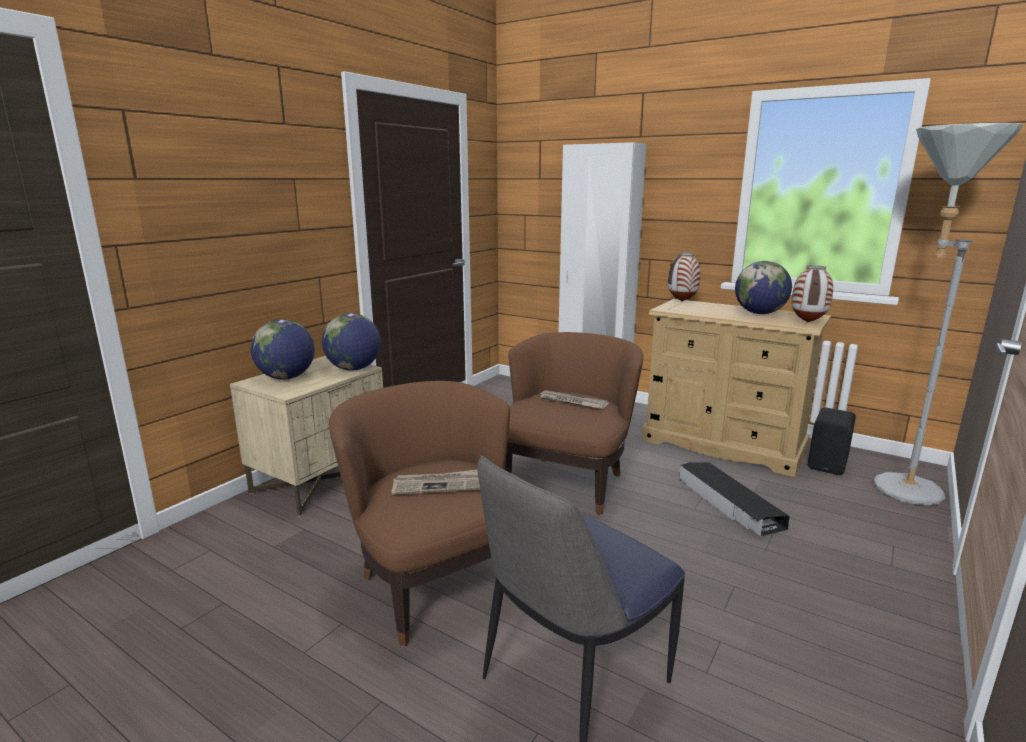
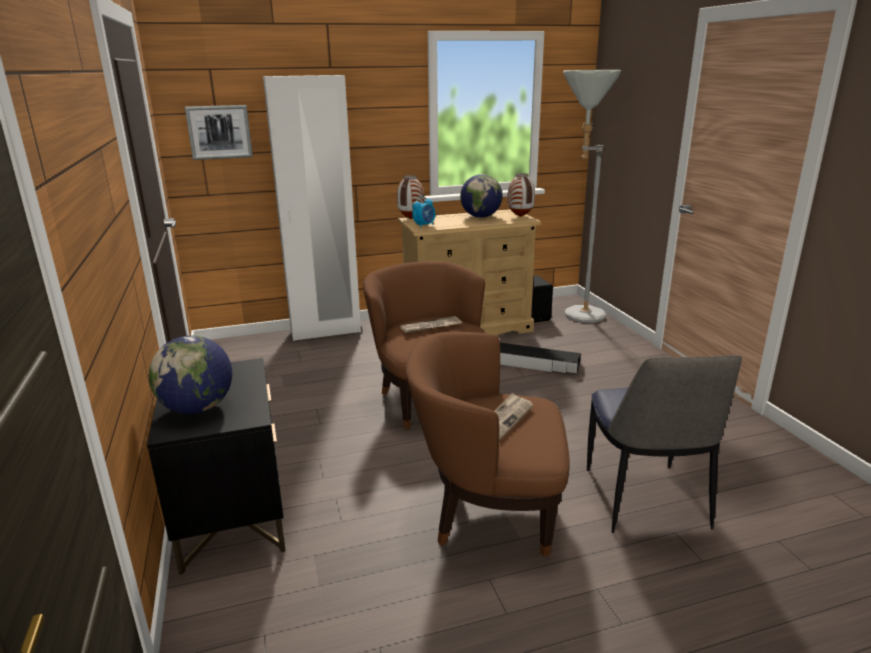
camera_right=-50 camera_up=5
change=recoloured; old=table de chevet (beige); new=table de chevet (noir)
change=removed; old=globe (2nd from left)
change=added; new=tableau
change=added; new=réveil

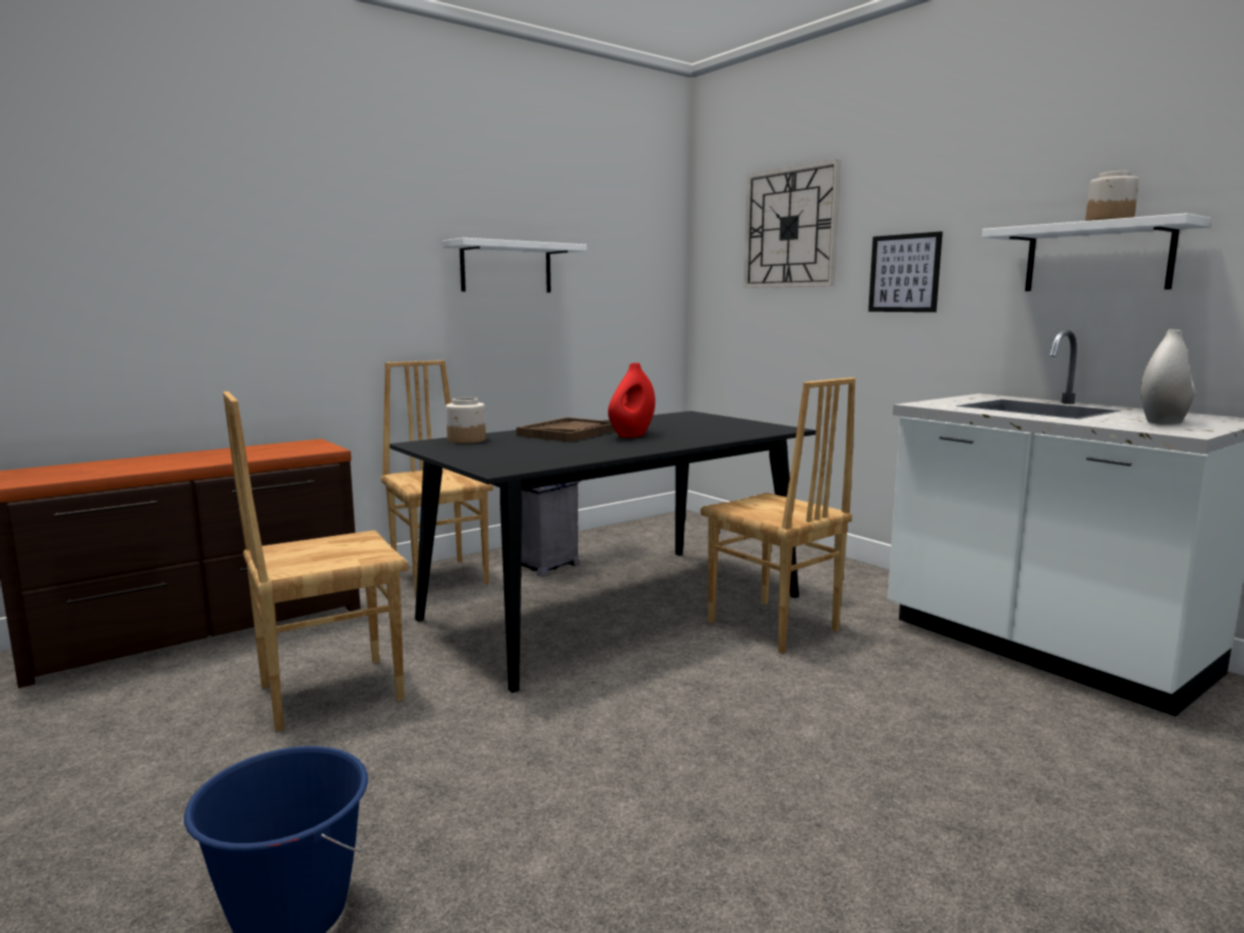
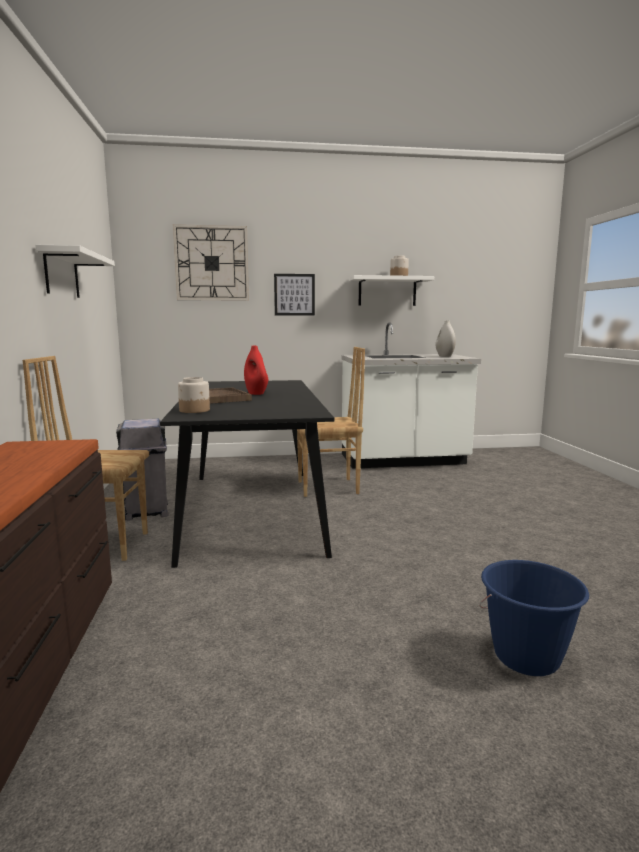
camera_right=-60 camera_up=0
change=removed; old=chaise (marron) (1st from left)

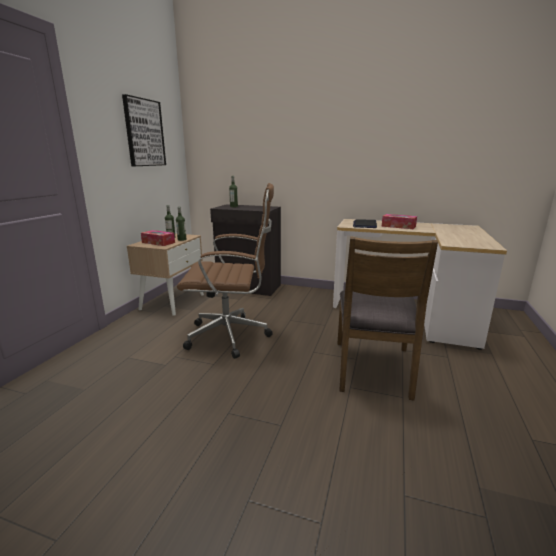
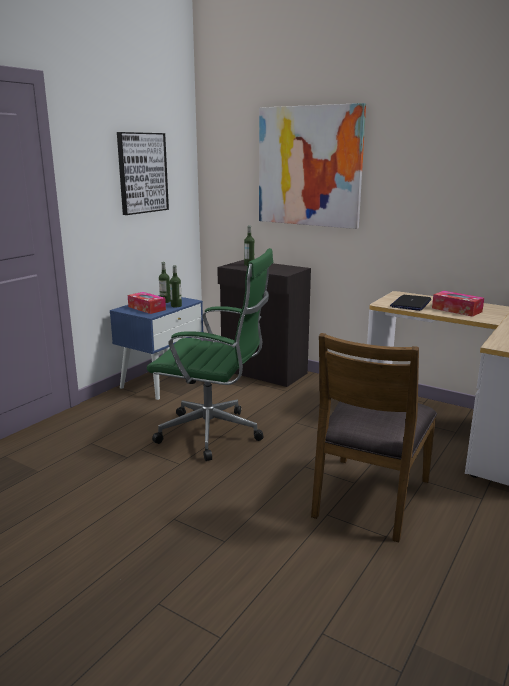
camera_right=15 camera_up=0
change=recoloured; old=table de chevet (beige); new=table de chevet (bleu)
change=recoloured; old=chaise de bureau (marron); new=chaise de bureau (vert)
change=added; new=tableau (2nd from left)

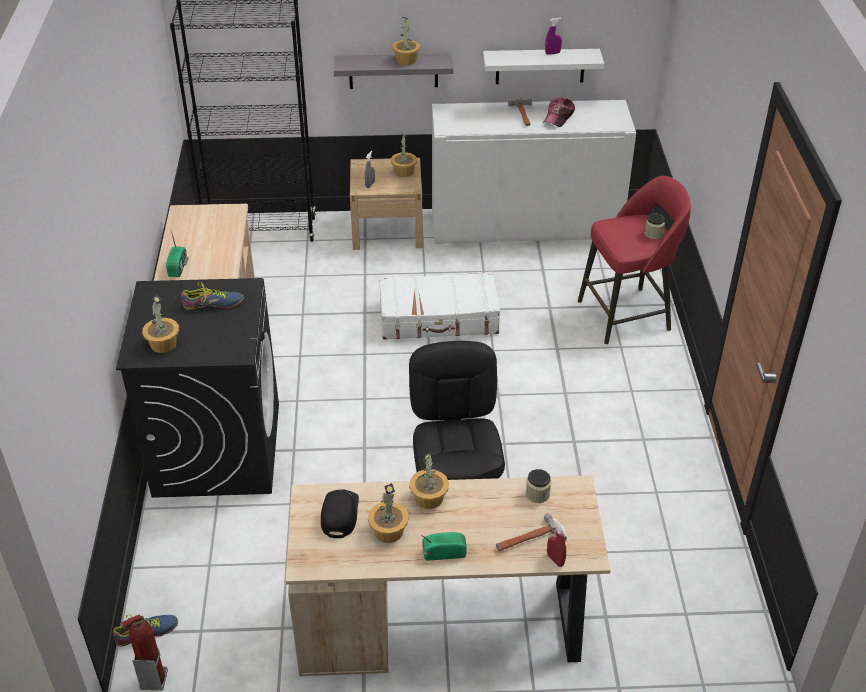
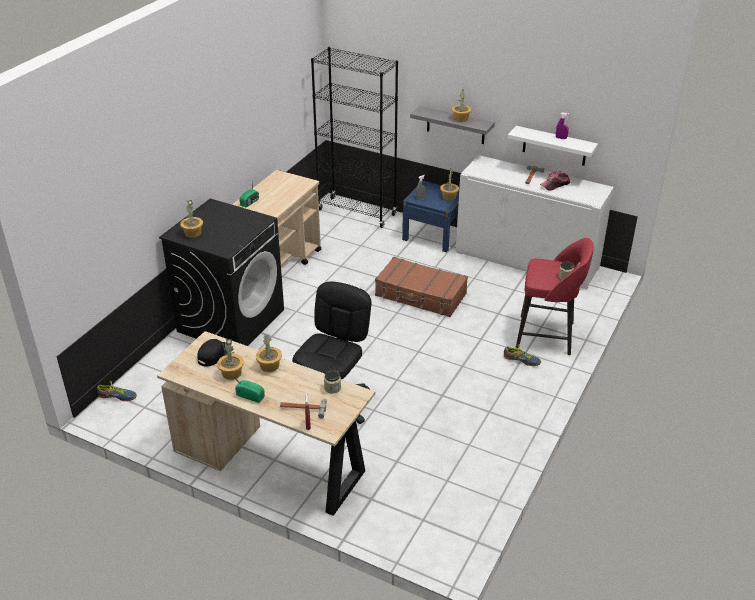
camera_right=30 camera_up=-5
change=removed; old=extincteur
change=moved; old=chaussure (2nd from left)
change=recoloured; old=table de chevet (beige); new=table de chevet (bleu)
change=recoloured; old=valise (blanc); new=valise (marron)

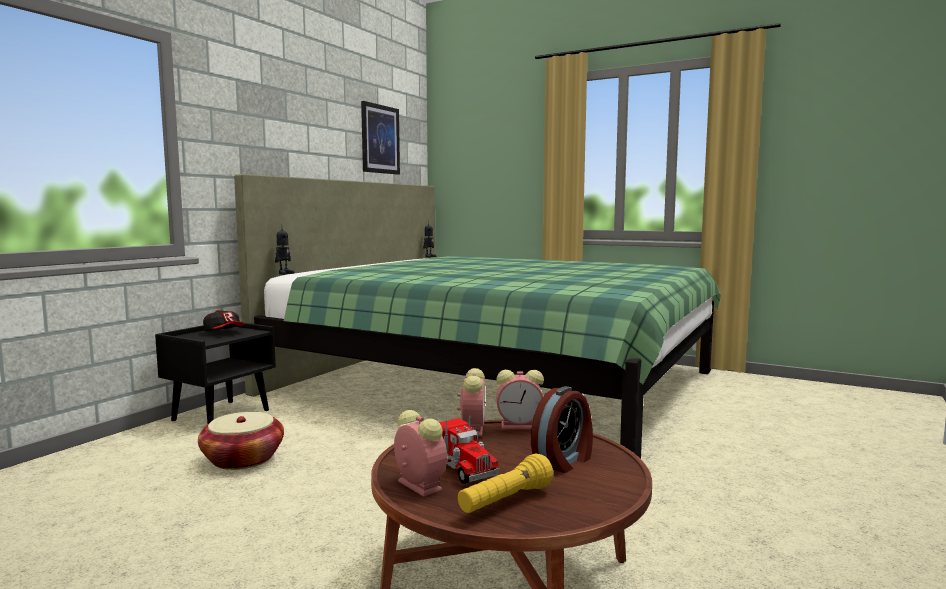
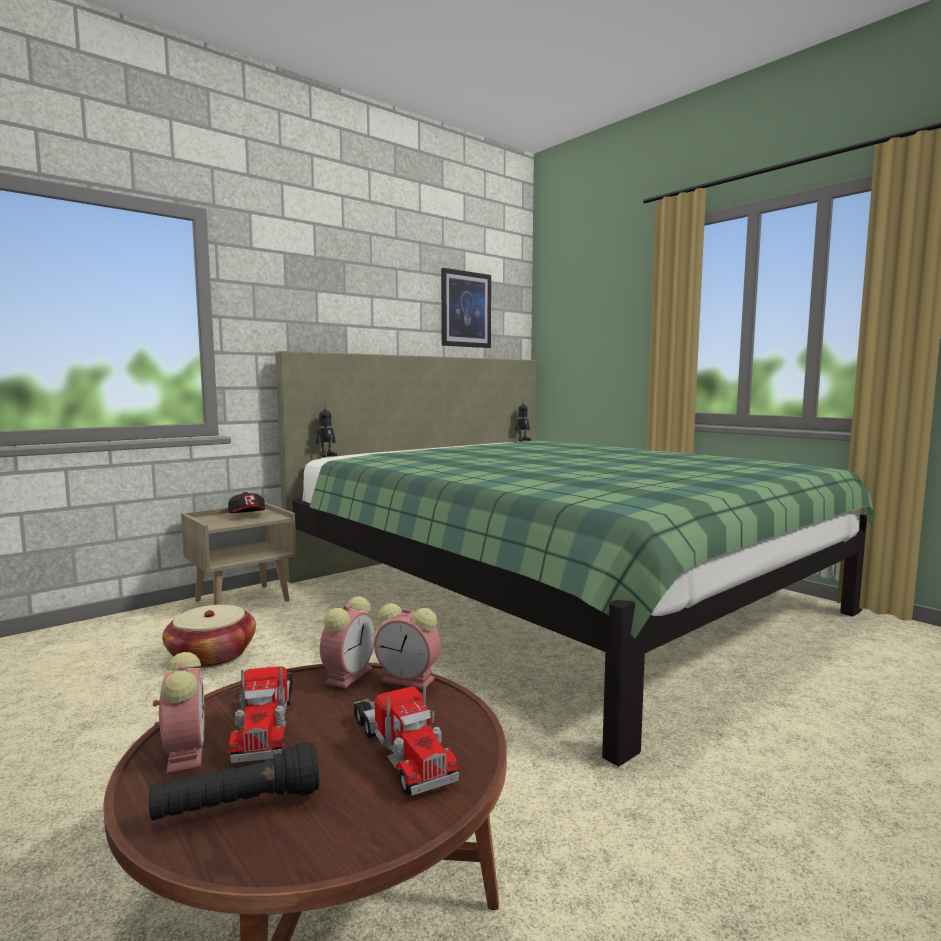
camera_right=20 camera_up=0
change=recoloured; old=table de chevet (noir); new=table de chevet (beige)
change=recoloured; old=lampe de poche (jaune); new=lampe de poche (noir)
change=replaced; old=réveil (4th from left); new=camion jouet (2nd from left)

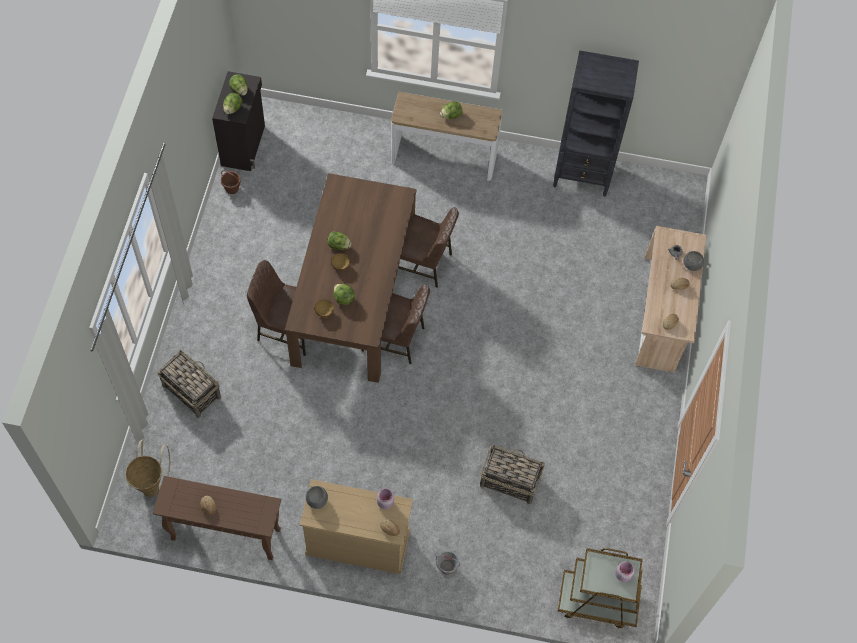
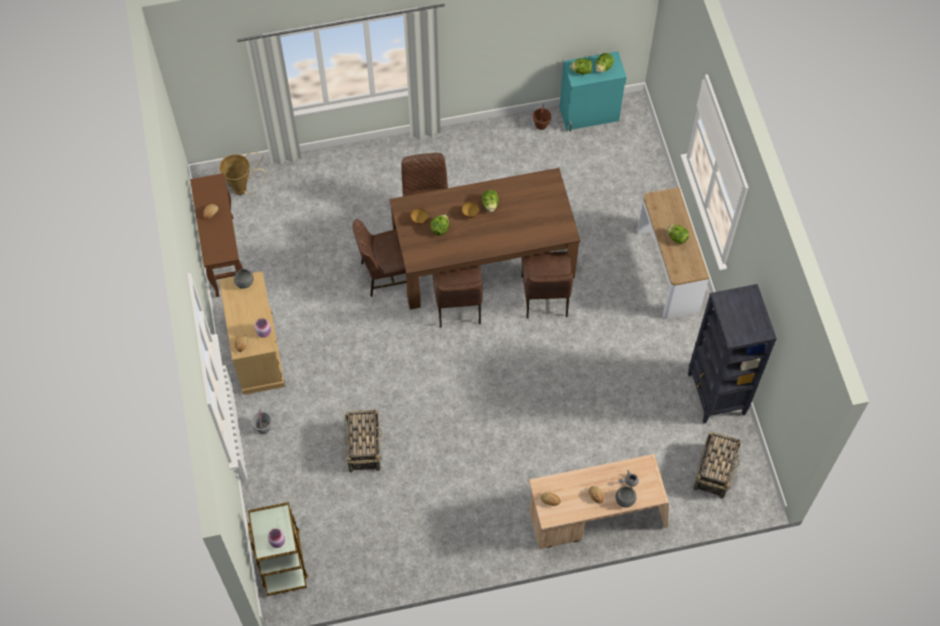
camera_right=70 camera_up=0
change=moved; old=panier (2nd from left in the first image); new=panier (3rd from left)
change=recoloured; old=meuble de rangement (noir); new=meuble de rangement (turquoise)
change=added; new=chaise (marron) (1st from left)

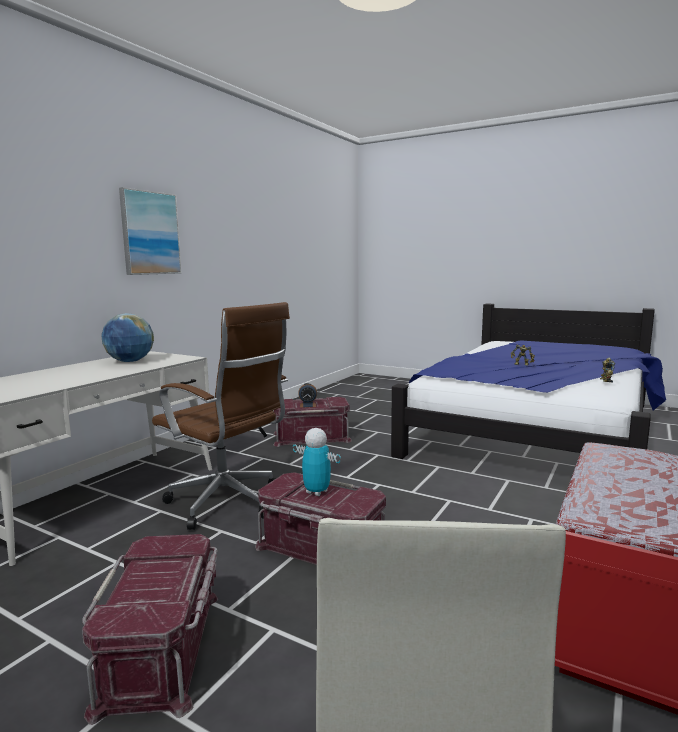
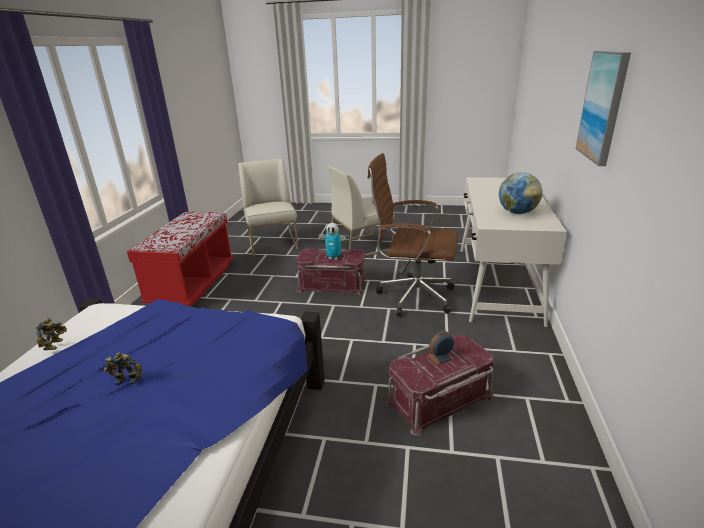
camera_right=160 camera_up=15
change=replaced; old=boîte de rangement (rouge) (1st from left); new=chaise (blanc) (2nd from left)

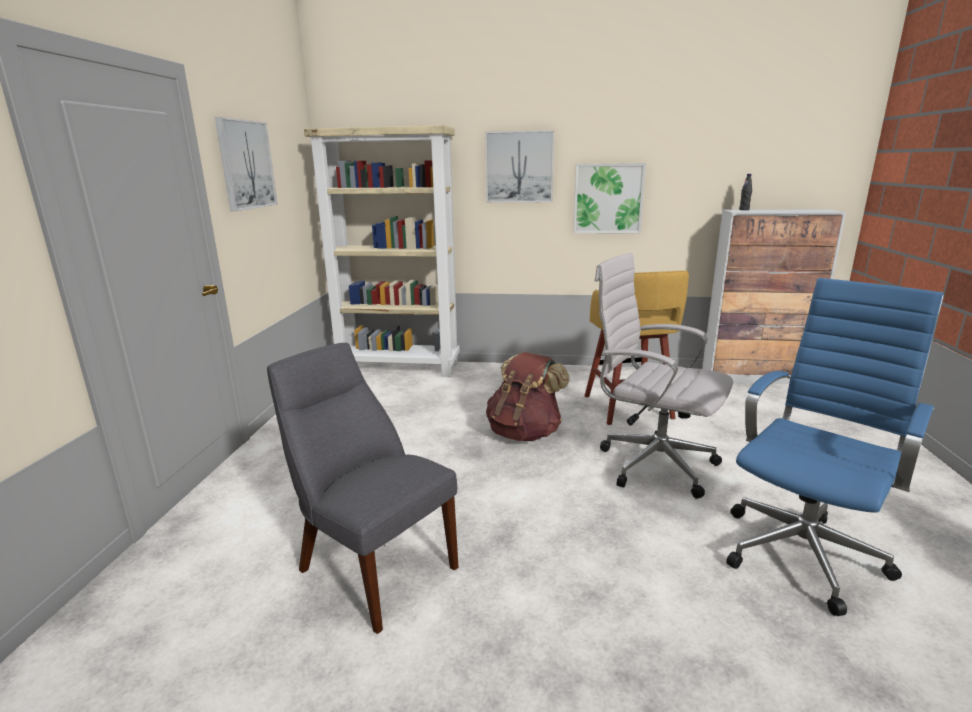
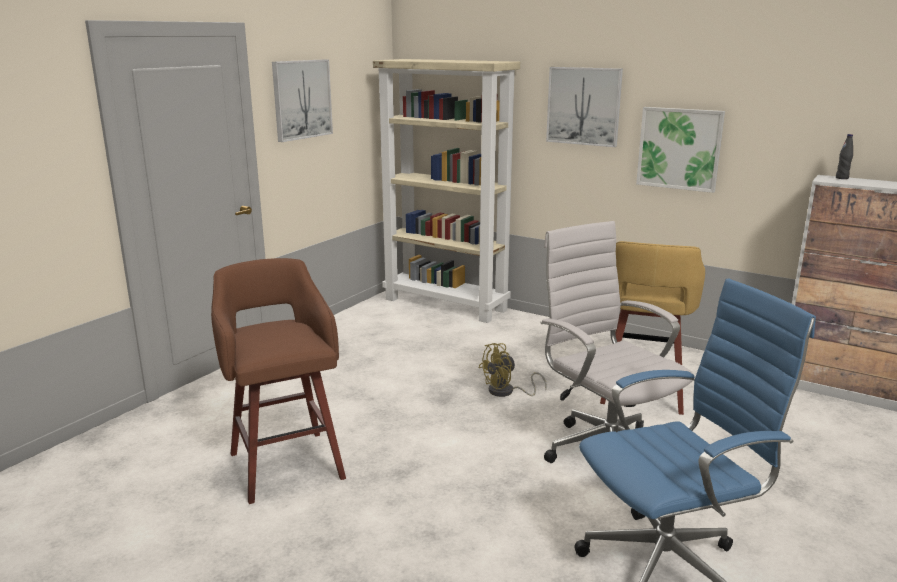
camera_right=25 camera_up=0
change=replaced; old=chaise (gris); new=tabouret (marron)
change=replaced; old=sac à dos (marron); new=ventilateur (jaune)

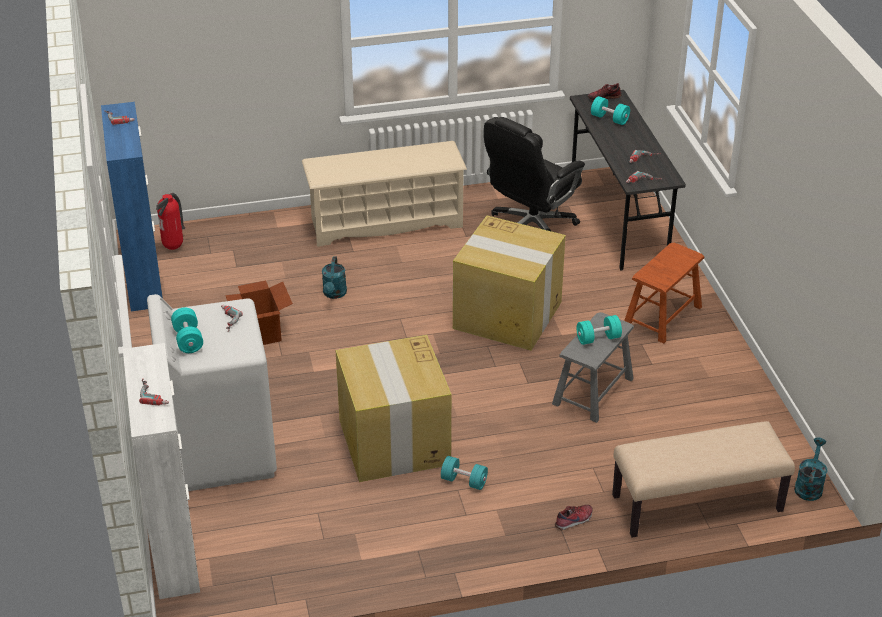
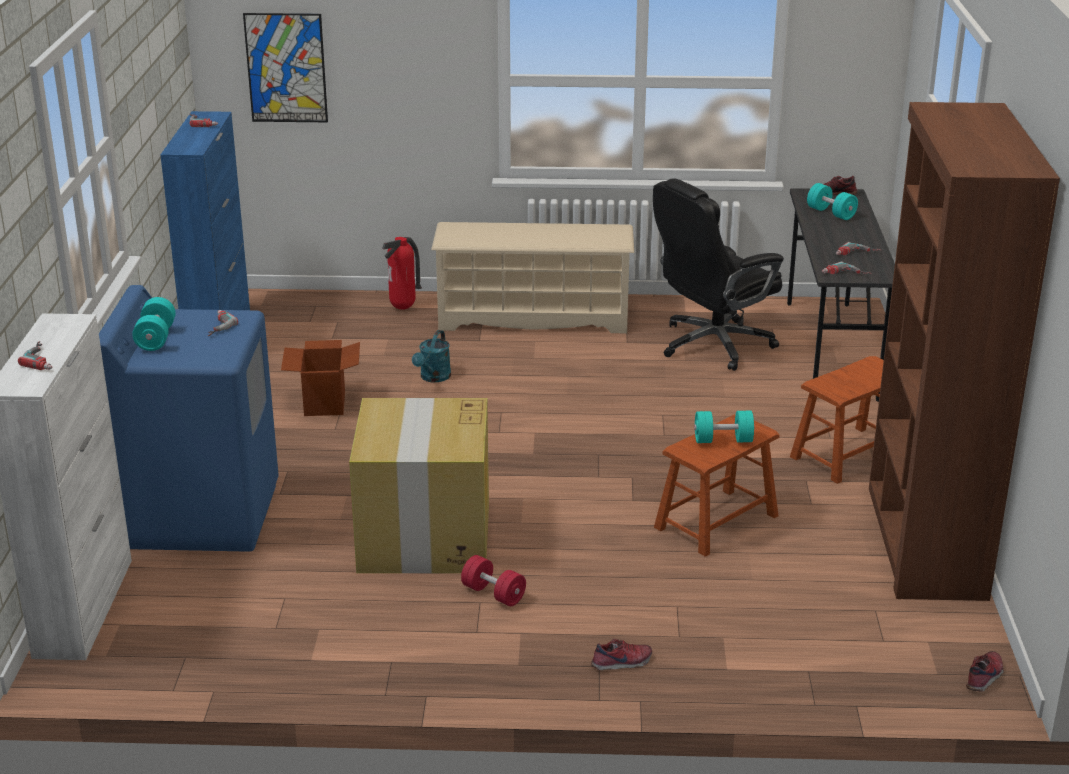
camera_right=15 camera_up=-10
change=recoloured; old=lave-linge (blanc); new=lave-linge (bleu)
change=moved; old=extincteur
change=recoloured; old=haltère (turquoise) (2nd from left); new=haltère (rouge)
change=removed; old=carton (3rd from left)
change=recoloured; old=tabouret (gris); new=tabouret (marron) (1st from left)
change=removed; old=banc (beige)
change=replaced; old=arrosoir (turquoise) (2nd from left); new=chaussure (3rd from left)
change=added; new=tableau
change=added; new=bibliothèque (marron)

